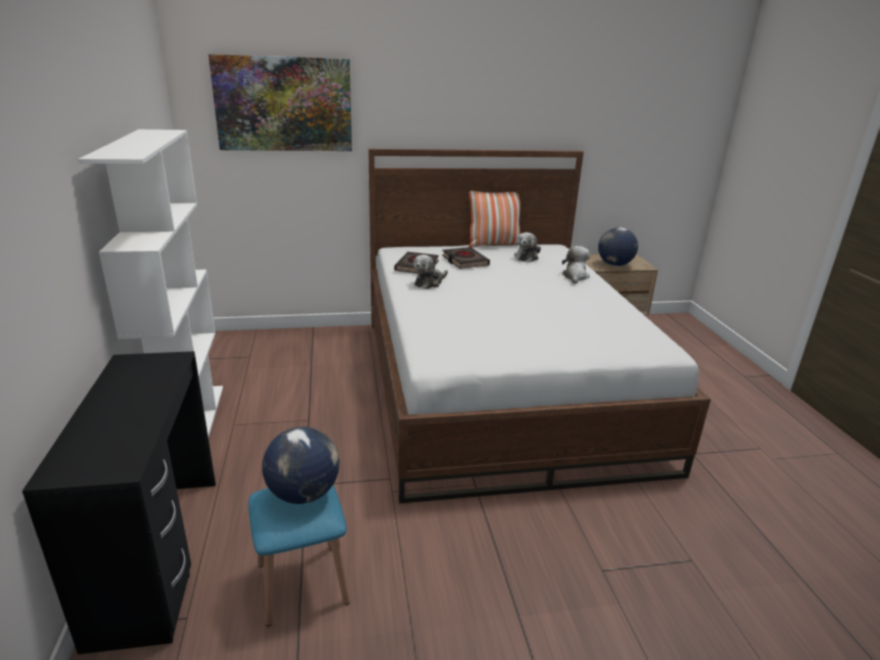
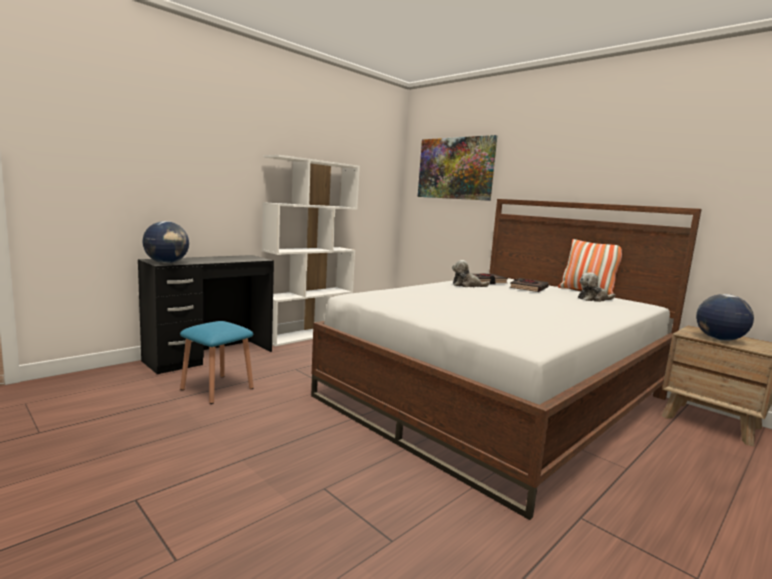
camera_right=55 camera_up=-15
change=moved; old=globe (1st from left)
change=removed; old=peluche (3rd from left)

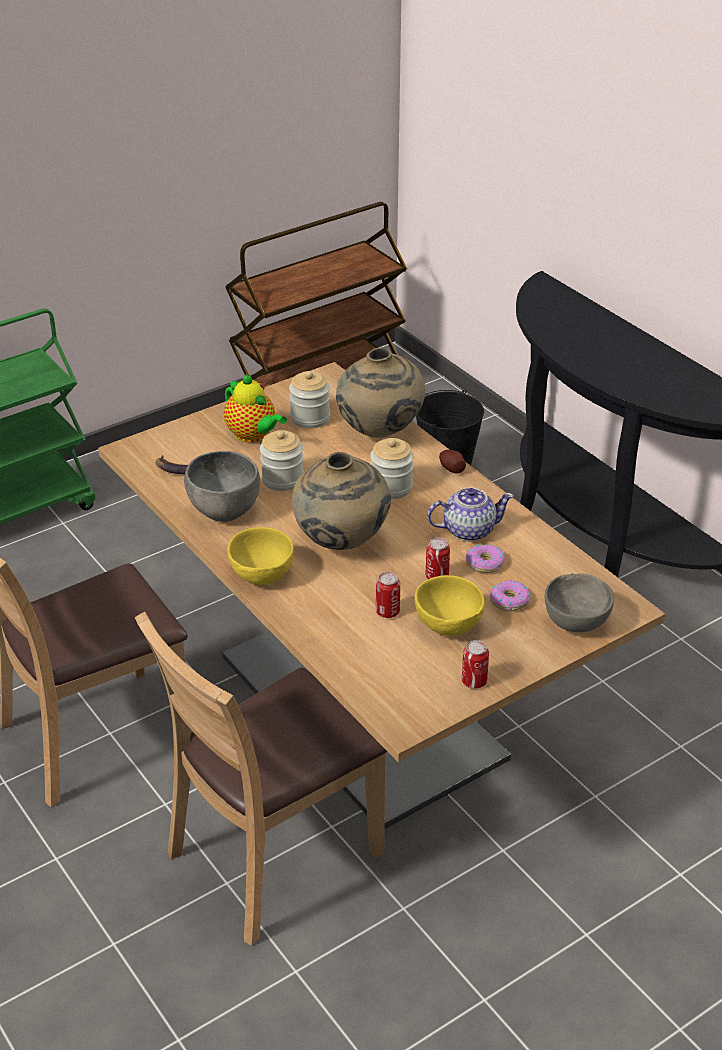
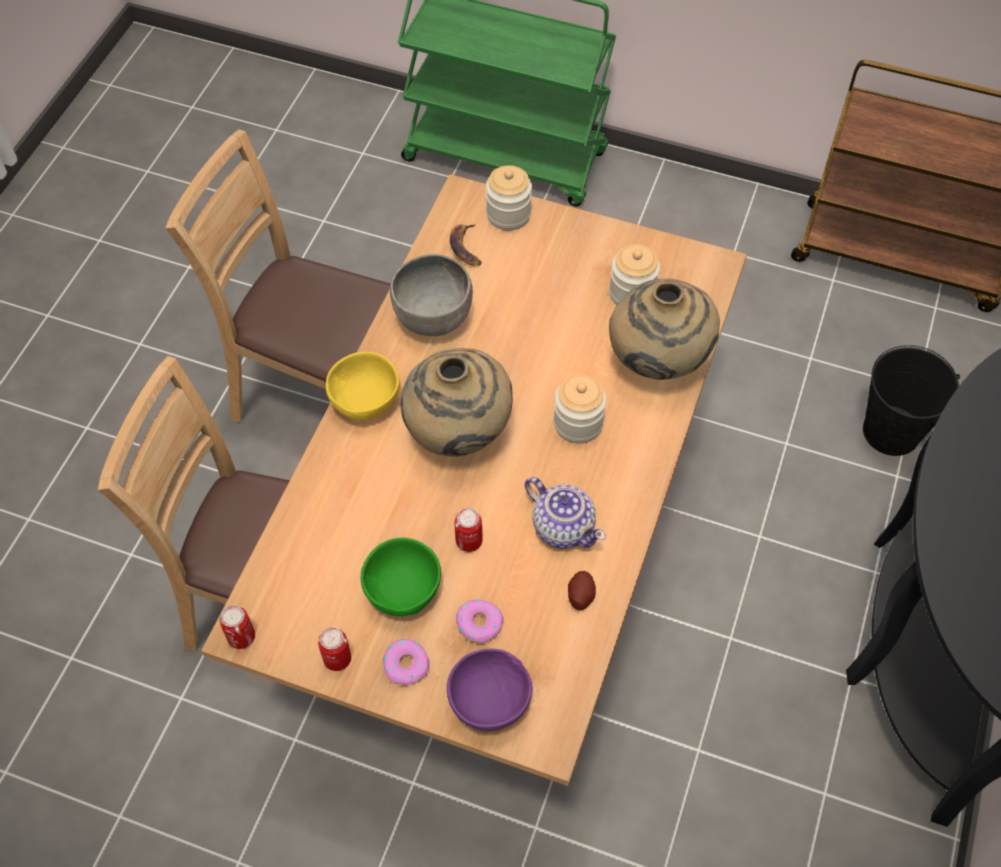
camera_right=55 camera_up=20
change=removed; old=théière (1st from left)
change=moved; old=bocal (1st from left)
change=moved; old=boîte métallique (1st from left)
change=recoloured; old=bol (jaune) (2nd from left); new=bol (vert)
change=moved; old=pomme de terre
change=moved; old=beignet (1st from left)
change=recoloured; old=bol (gris) (2nd from left); new=bol (violet)

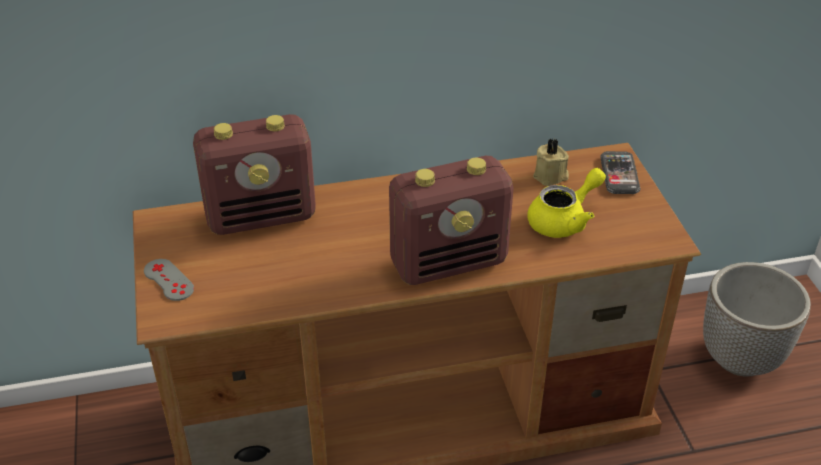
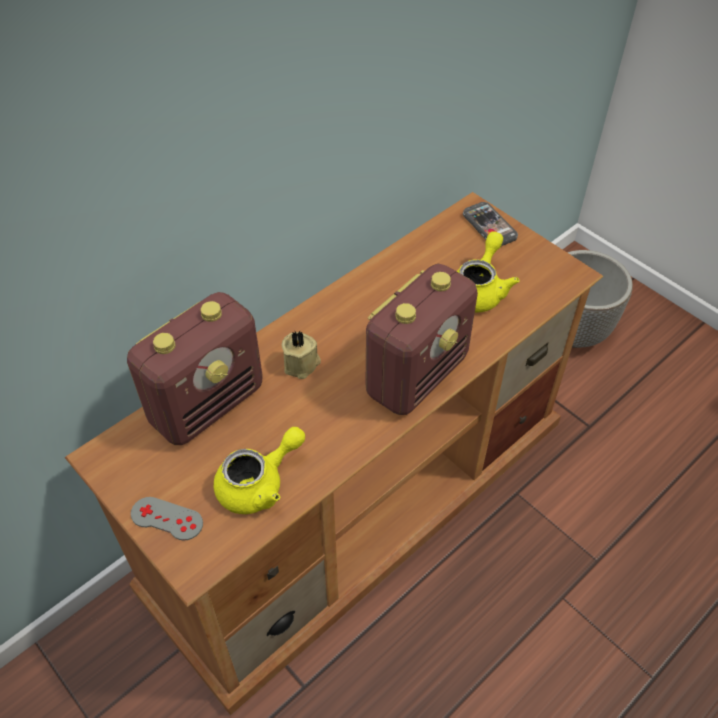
camera_right=-30 camera_up=10
change=moved; old=bougie (beige)
change=added; new=théière (jaune) (1st from left)

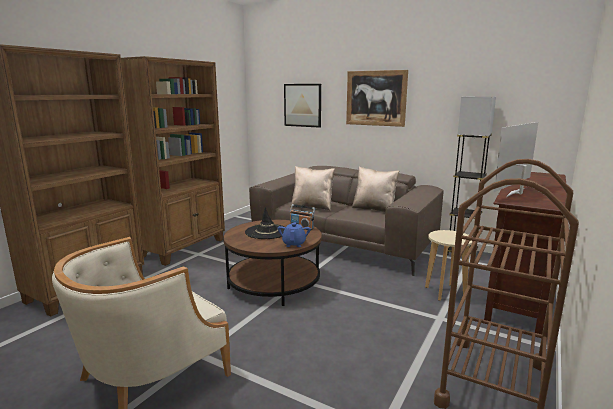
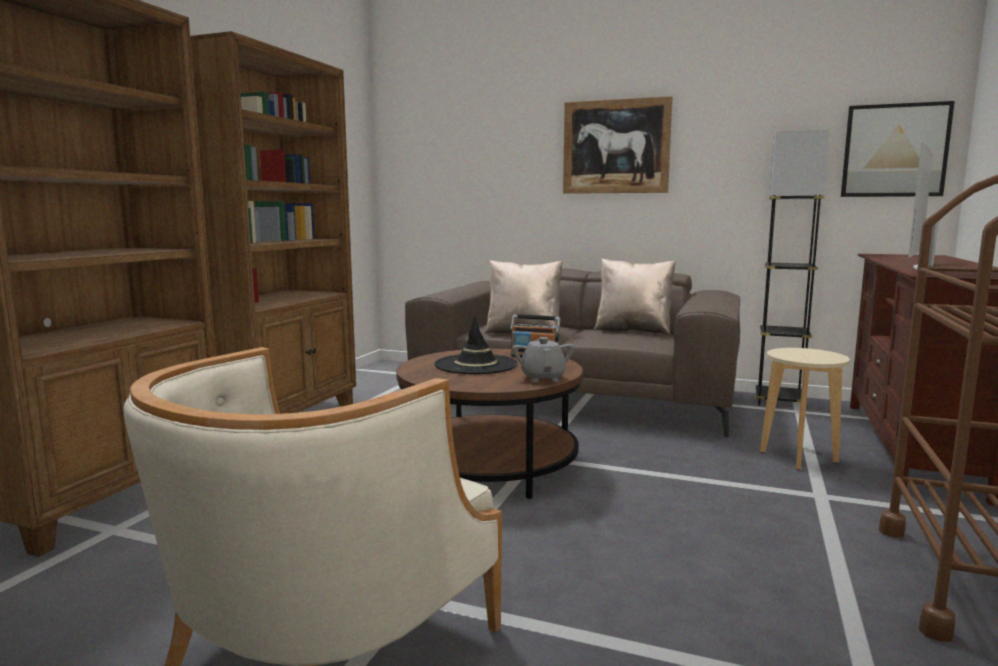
camera_right=-10 camera_up=-5
change=recoloured; old=théière (bleu); new=théière (gris)
change=moved; old=tableau (1st from left in the first image); new=tableau (2nd from left)

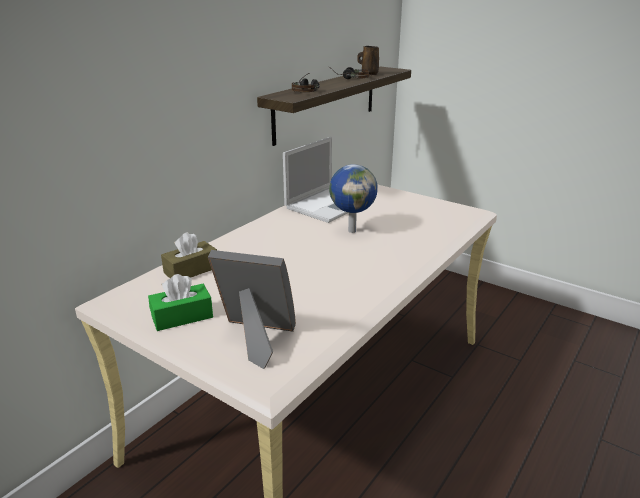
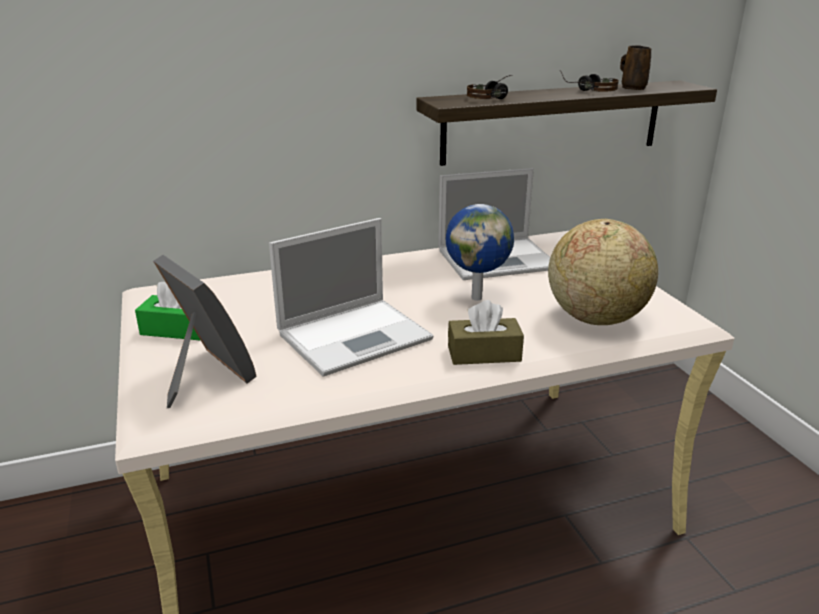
camera_right=35 camera_up=0
change=moved; old=boîte à mouchoirs (marron)
change=added; new=ordinateur portable (1st from left)
change=added; new=globe (2nd from left)

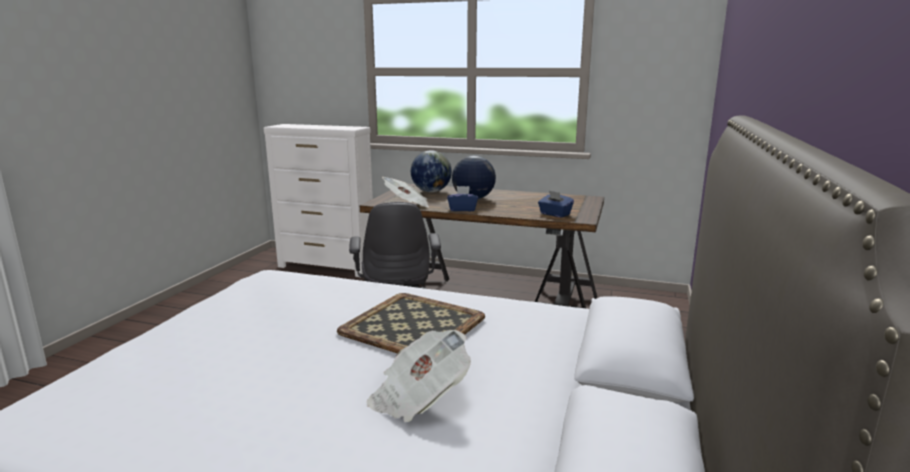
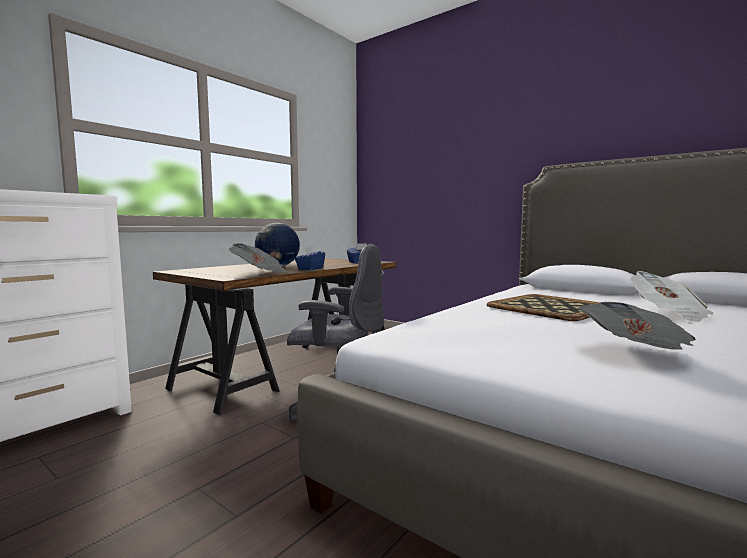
camera_right=-70 camera_up=-10
change=removed; old=globe (1st from left)
change=added; new=journal (2nd from left)

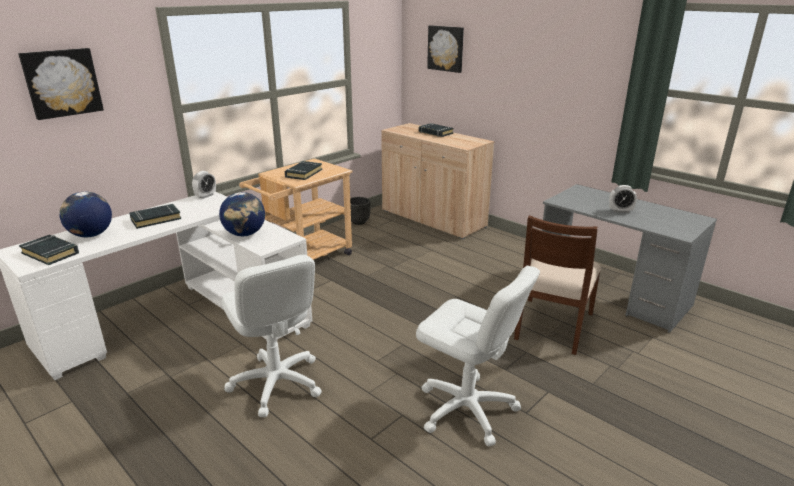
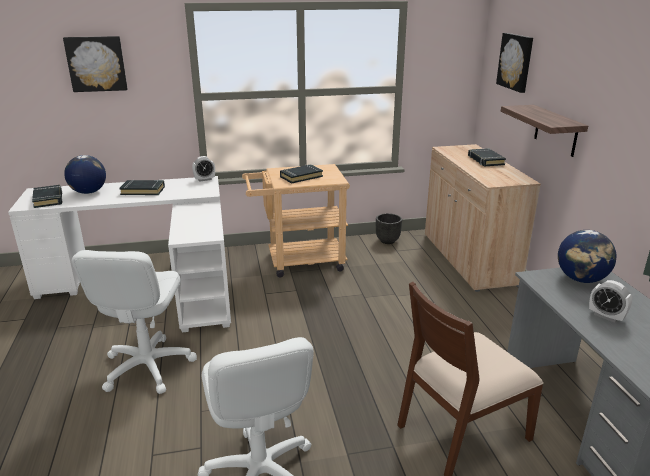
camera_right=35 camera_up=0
change=moved; old=globe (2nd from left)
change=added; new=étagère

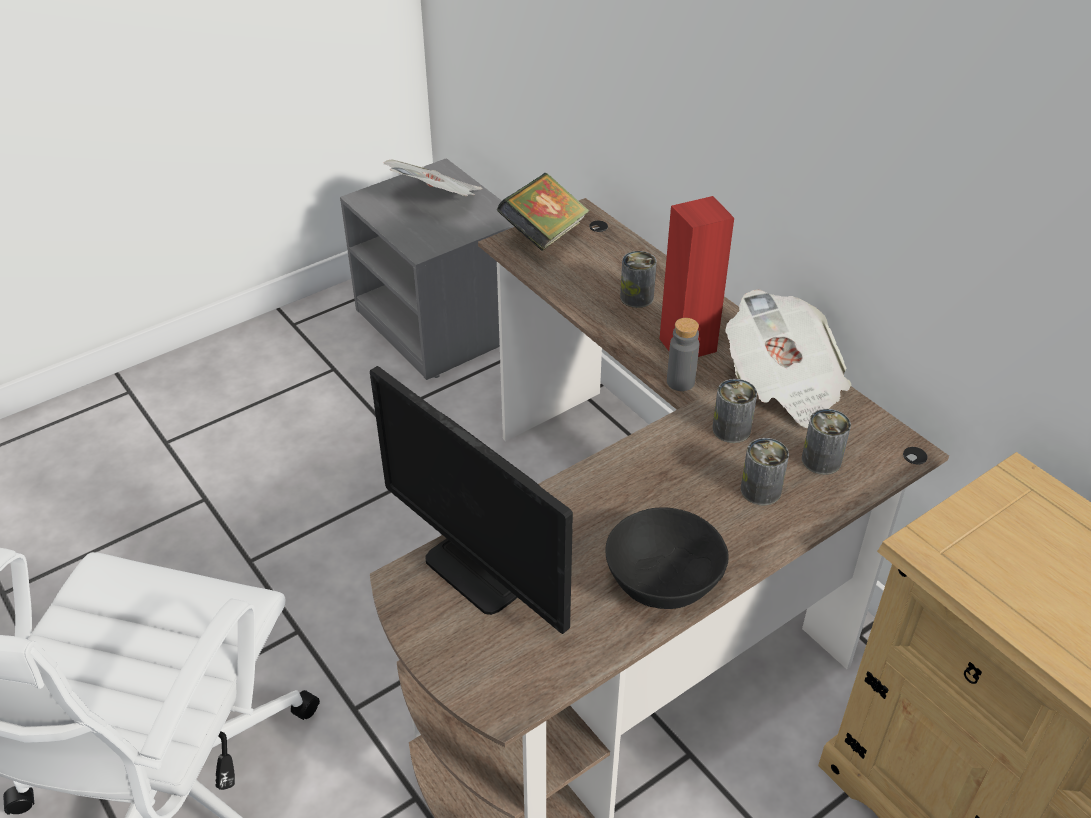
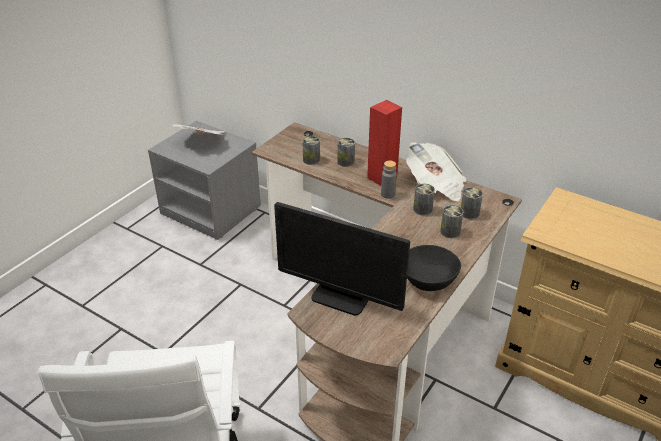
camera_right=-20 camera_up=-5
change=removed; old=livre
change=added; new=boîte métallique (1st from left)

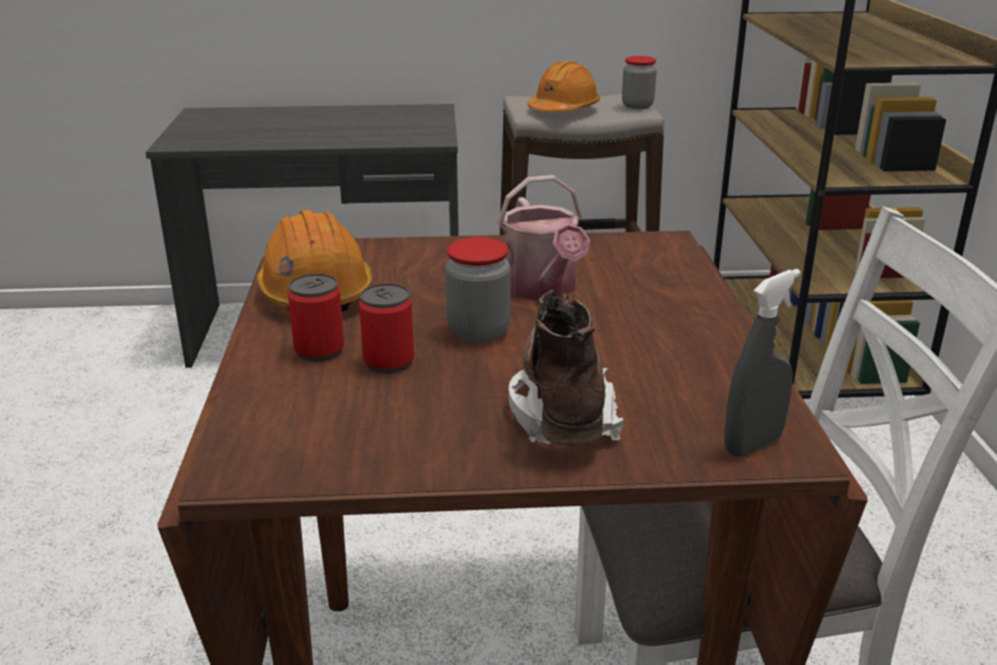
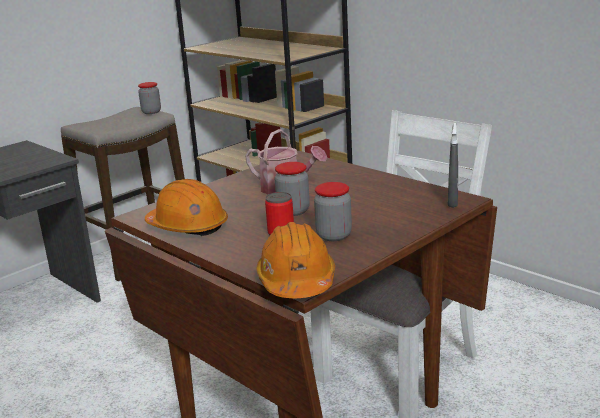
camera_right=-40 camera_up=-5
change=removed; old=boîte métallique (1st from left)
change=removed; old=botte (marron)
change=moved; old=casque de chantier (orange) (2nd from left)
change=added; new=bocal (3rd from left)

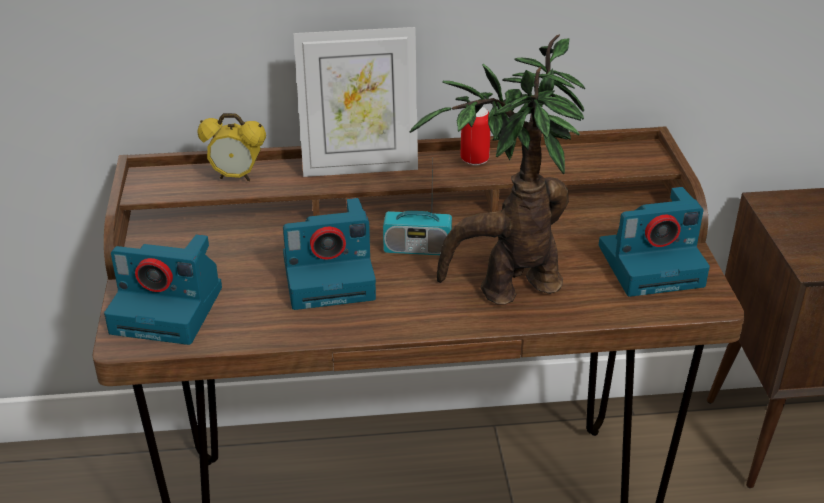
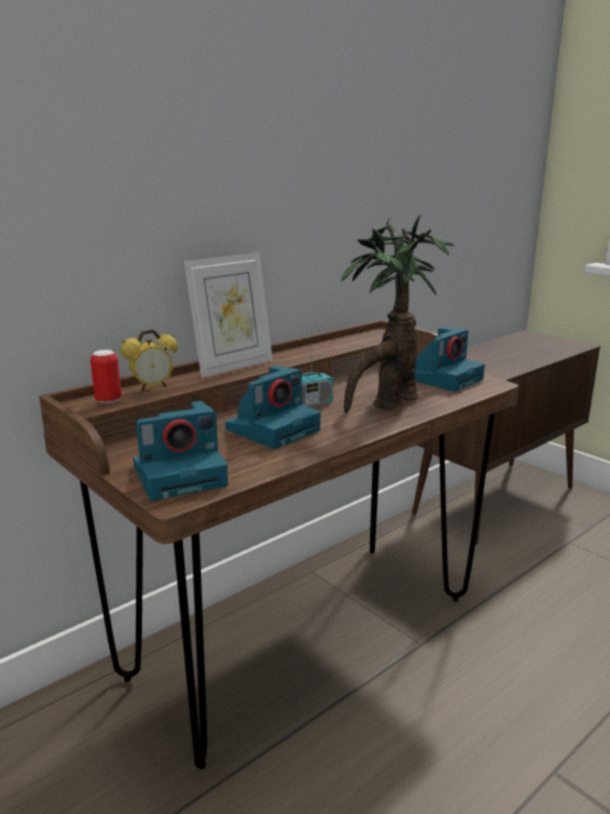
camera_right=-35 camera_up=-15
change=moved; old=boîte métallique

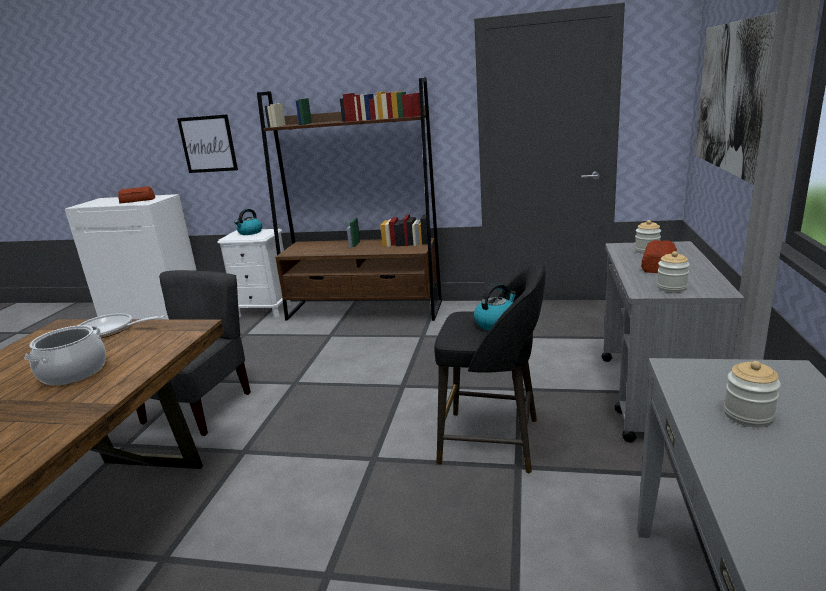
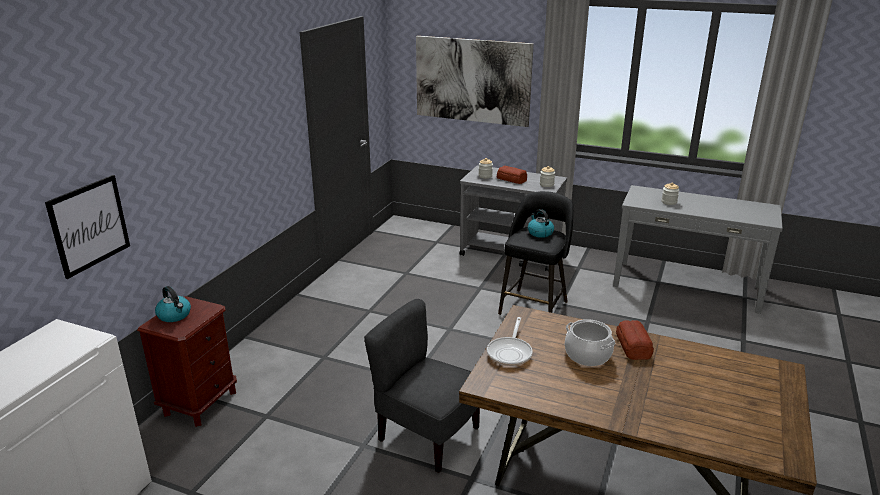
camera_right=-80 camera_up=5
change=moved; old=pain (1st from left in the first image); new=pain (2nd from left)
change=recoloured; old=table de chevet (blanc); new=table de chevet (marron)
change=removed; old=bibliothèque (marron)

